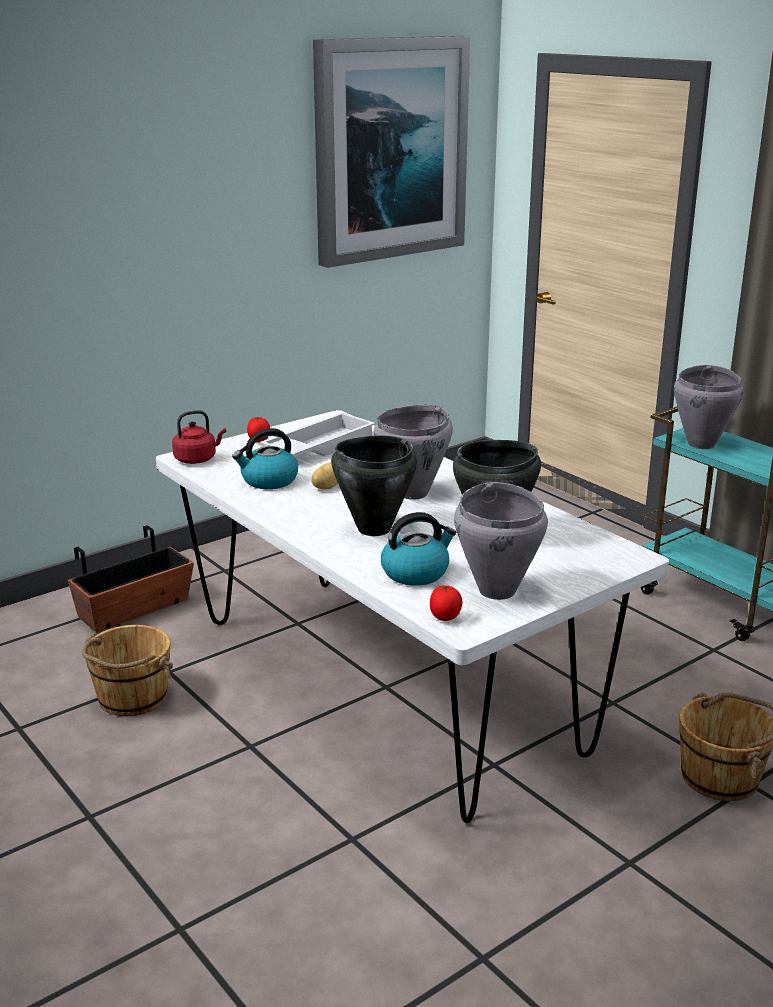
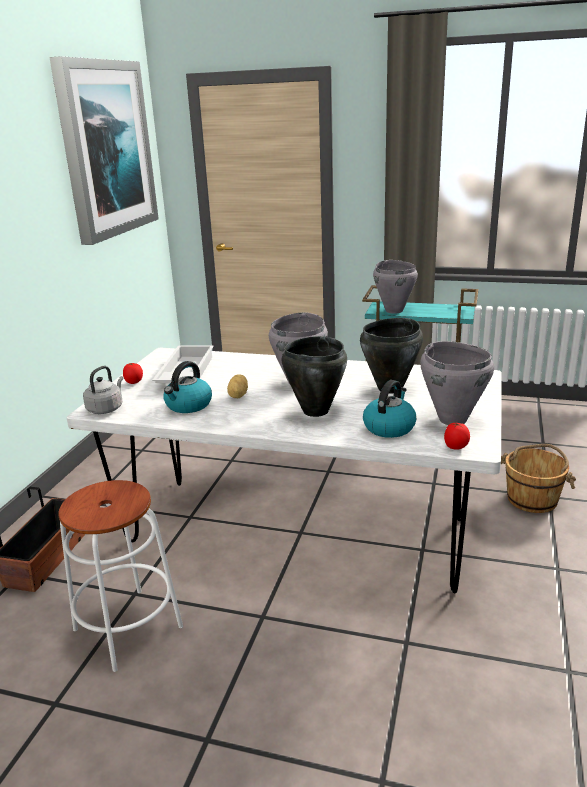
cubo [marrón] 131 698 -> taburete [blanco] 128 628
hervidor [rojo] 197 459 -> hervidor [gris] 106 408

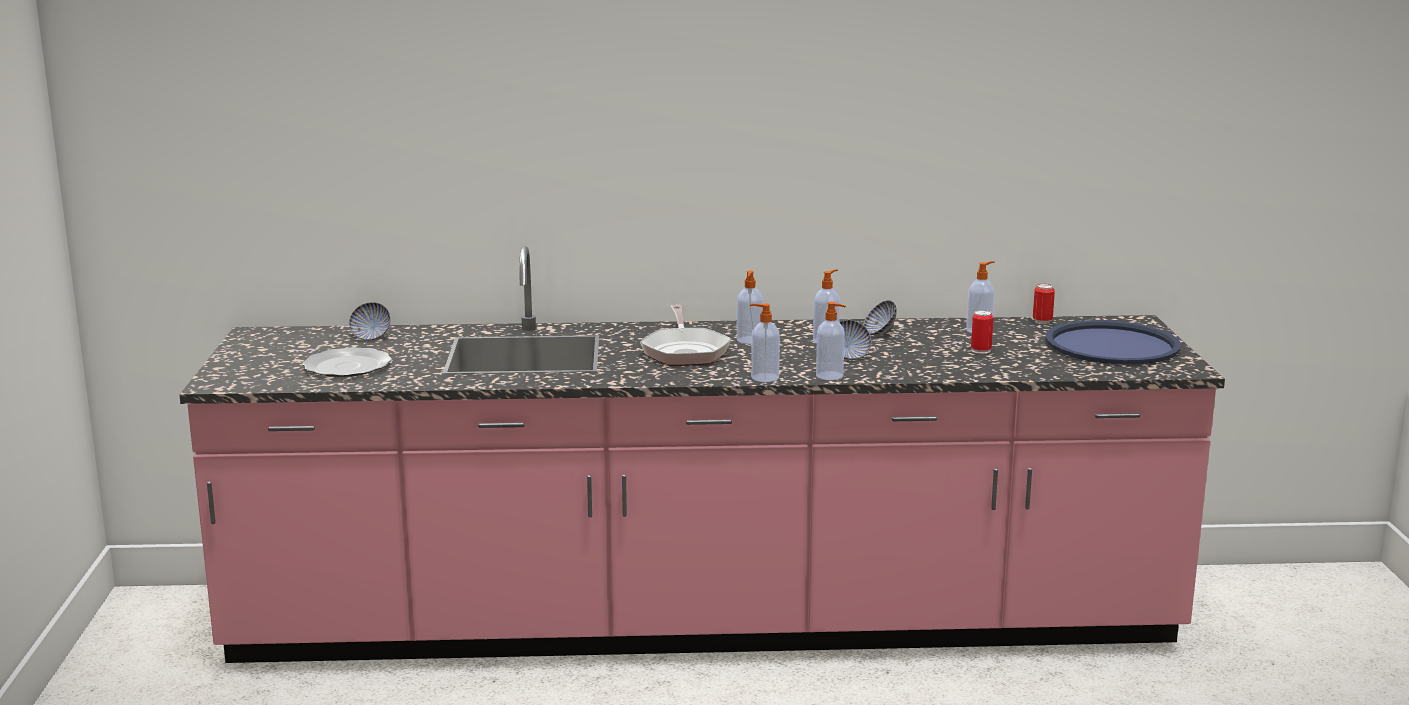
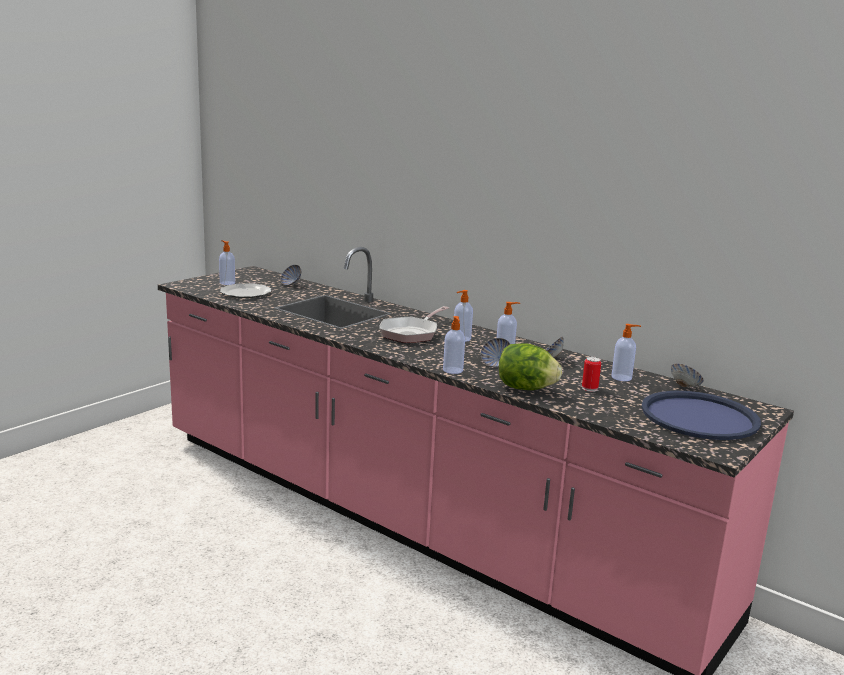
dispensador de jabón 763 378 -> dispensador de jabón 227 283, moved
none -> lechuga 525 388
lata 1042 322 -> cuenco 684 387

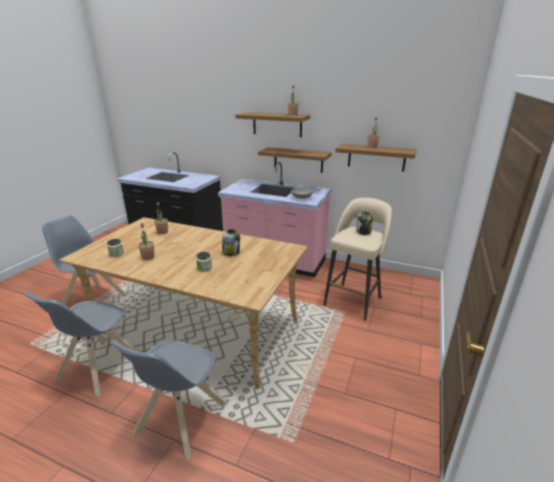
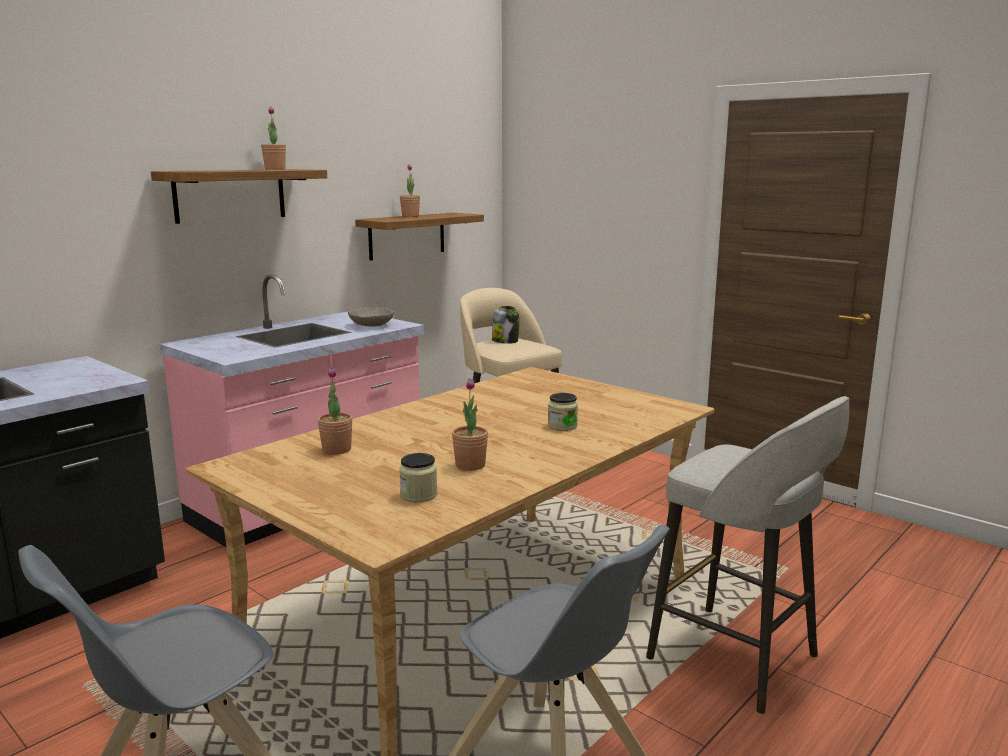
silla [gris] 180 420 -> taburete [gris] 737 659
tarro 231 252 -> none
estante 298 159 -> none

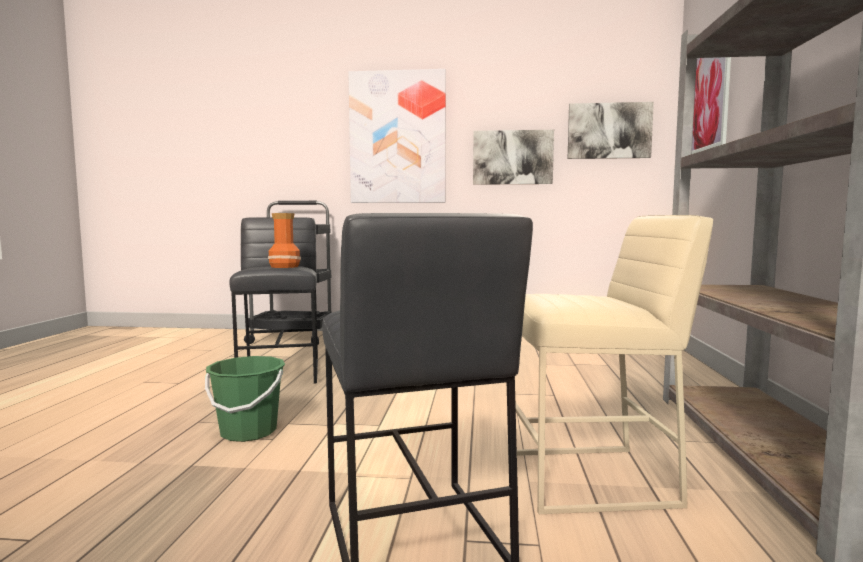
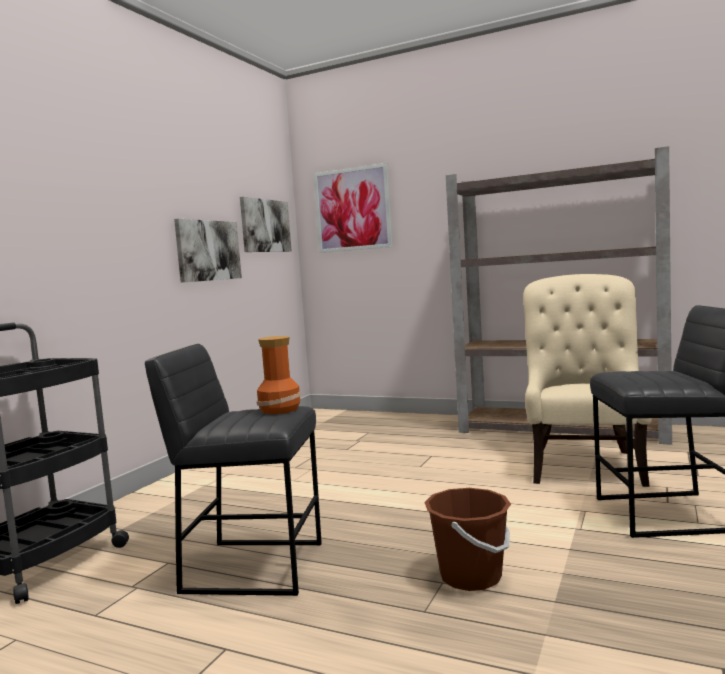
cubo [verde] 248 432 -> cubo [marrón] 471 576
taburete [beis] 591 478 -> silla [beis] 585 466
cuadro 397 138 -> none

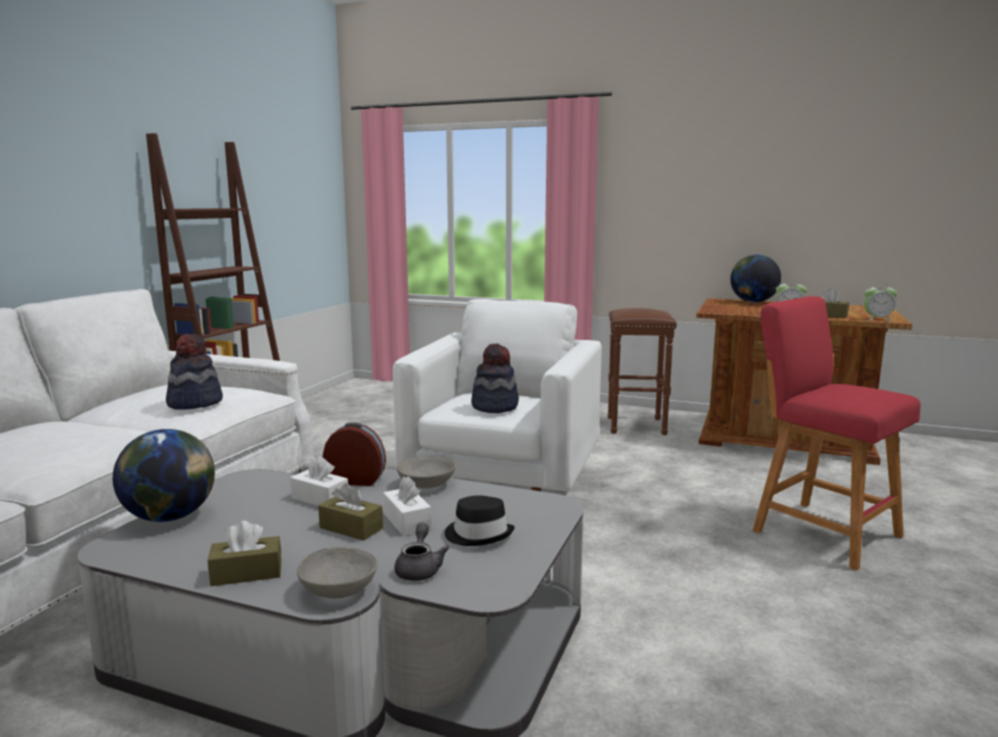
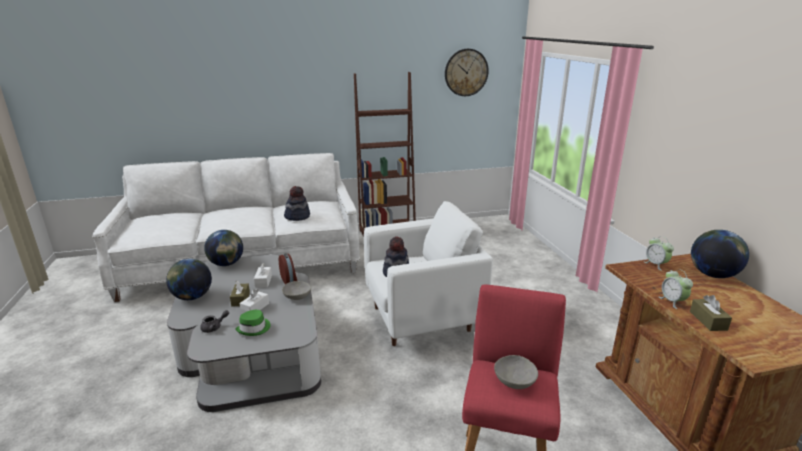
caja de pañuelos [marrón] 247 573 -> globo terráqueo 192 297
sombrero [negro] 478 534 -> sombrero [verde] 254 328
none -> reloj de pared 466 72
cuenco [gris] 338 591 -> cuenco [gris] 514 381, moved
despertador 877 319 -> despertador 656 265, moved
taburete [marrón] 637 425 -> none

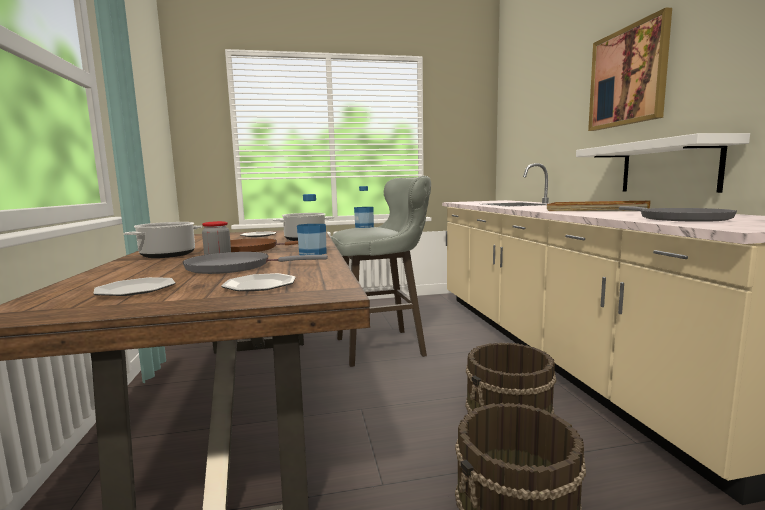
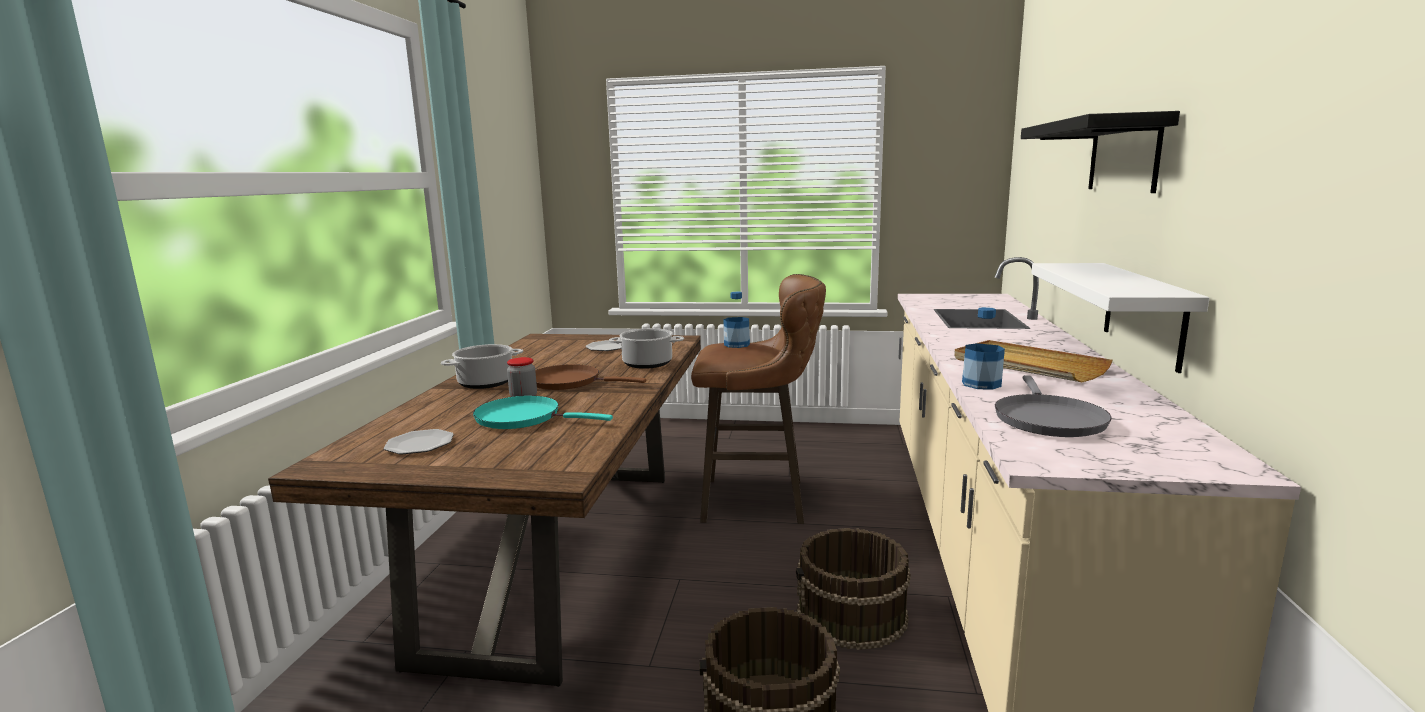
sartén [gris] 234 267 -> sartén [turquesa] 523 418
taburete [gris] 384 346 -> taburete [marrón] 759 500
botella 312 253 -> botella 981 384, moved
cuadro 628 77 -> estante [negro] 1123 155
plato 260 285 -> none

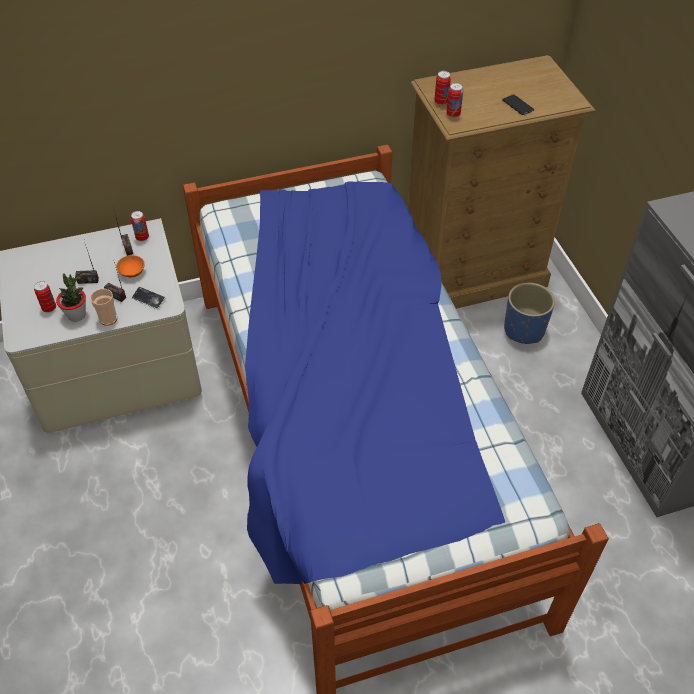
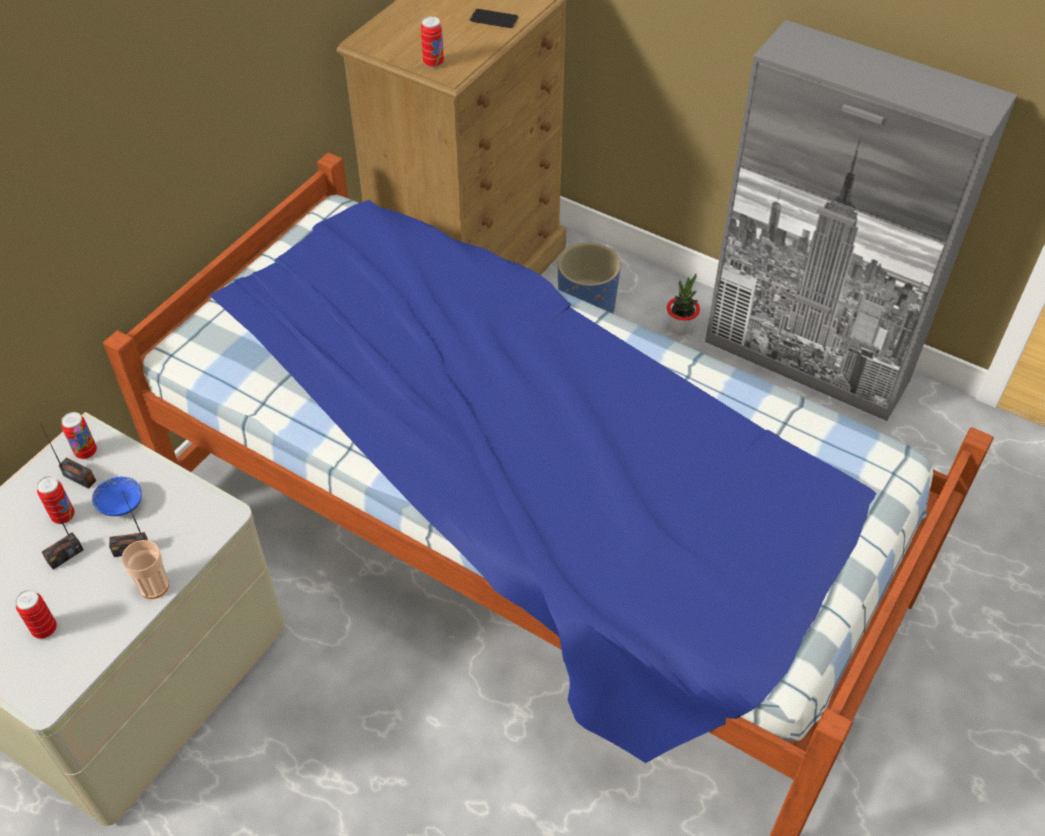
lata 441 102 -> lata 63 516, moved
cuenco [naranja] 132 272 -> cuenco [azul] 121 505
planta en maceta 77 315 -> planta en maceta 680 327, moved
móvil 148 299 -> none

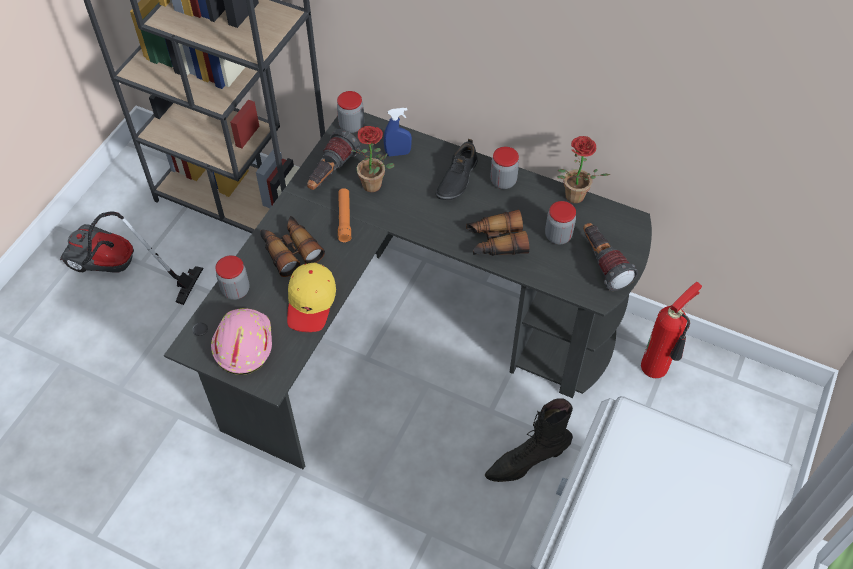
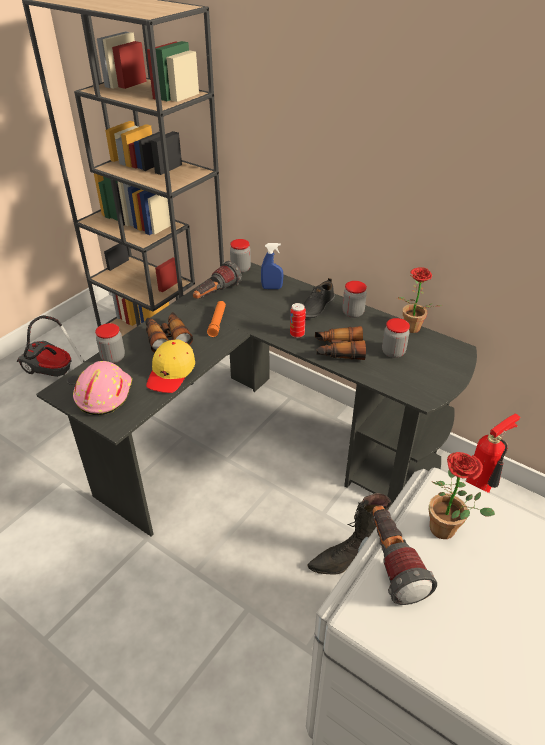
none -> lata 297 334
linterna 602 263 -> linterna 392 562, moved
planta en maceta 376 186 -> planta en maceta 448 531, moved

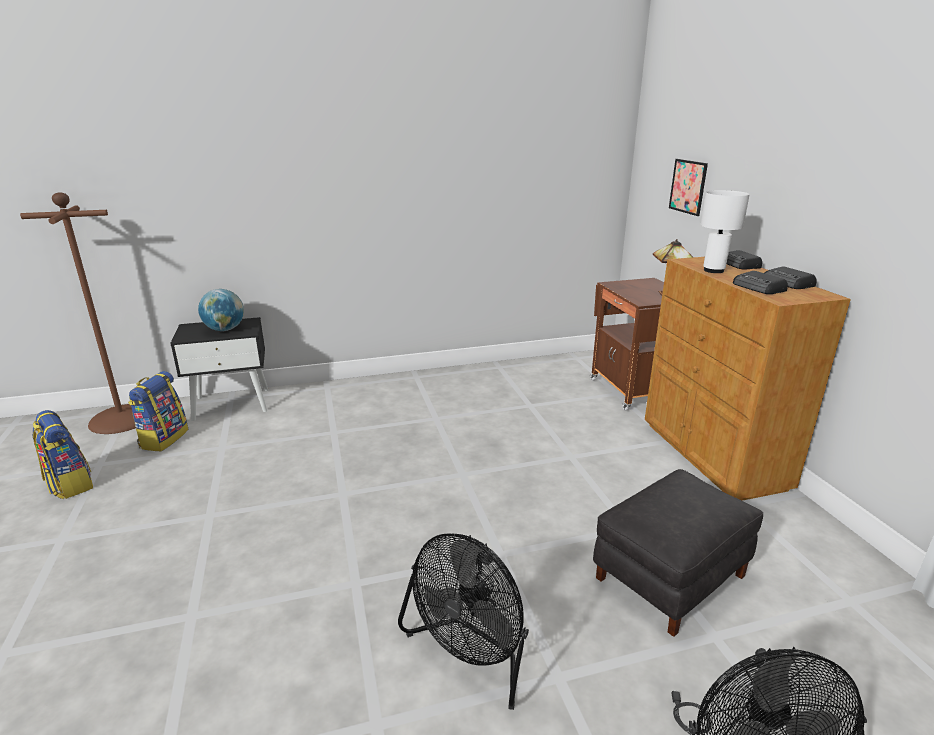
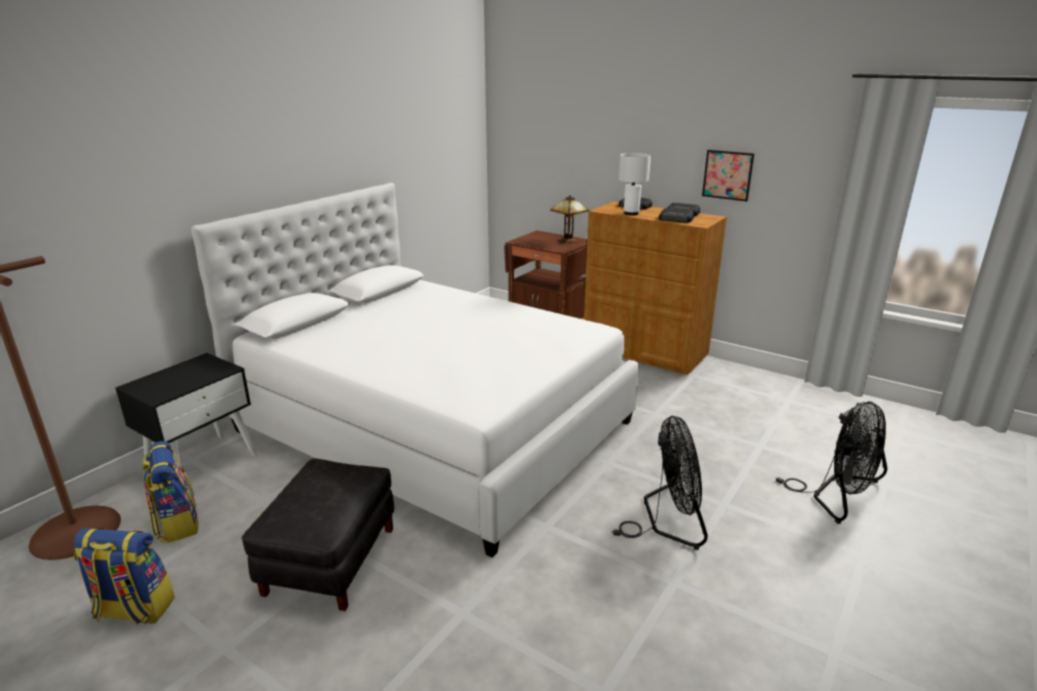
none -> cama [blanco] 435 426
puf [negro] 669 576 -> puf [negro] 330 560, moved
ventilador [negro] 469 648 -> ventilador [negro] 664 518, 90 degrees counterclockwise
cuadro 688 186 -> cuadro 727 175, moved
globo terráqueo 225 329 -> none

